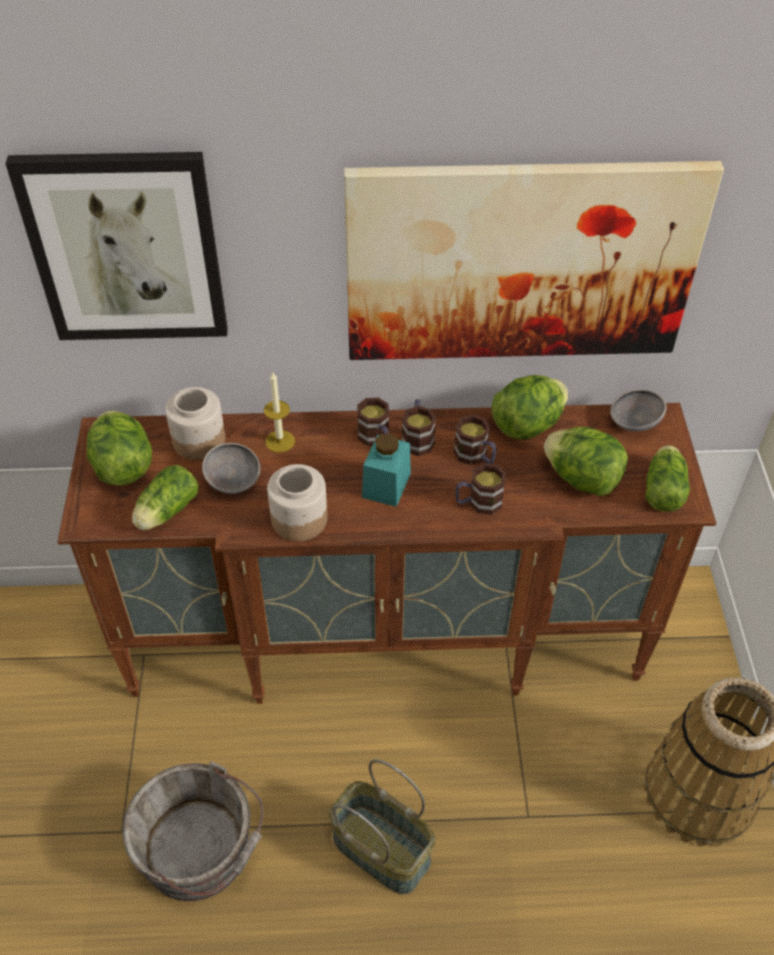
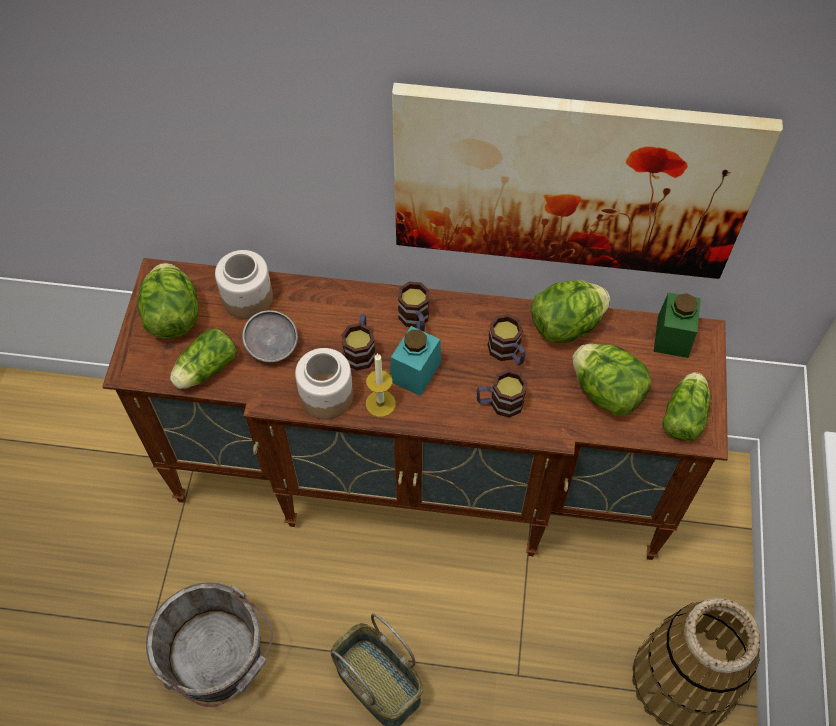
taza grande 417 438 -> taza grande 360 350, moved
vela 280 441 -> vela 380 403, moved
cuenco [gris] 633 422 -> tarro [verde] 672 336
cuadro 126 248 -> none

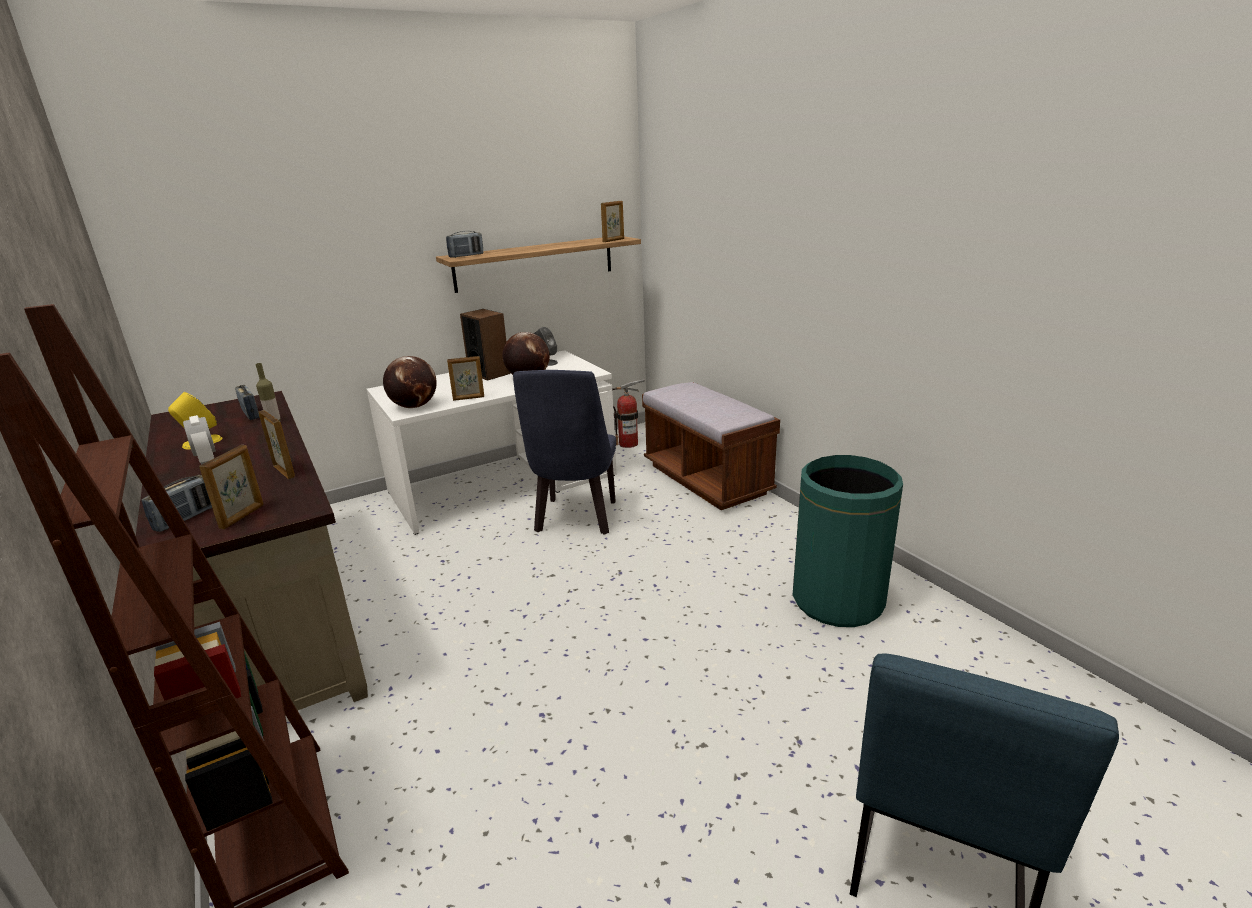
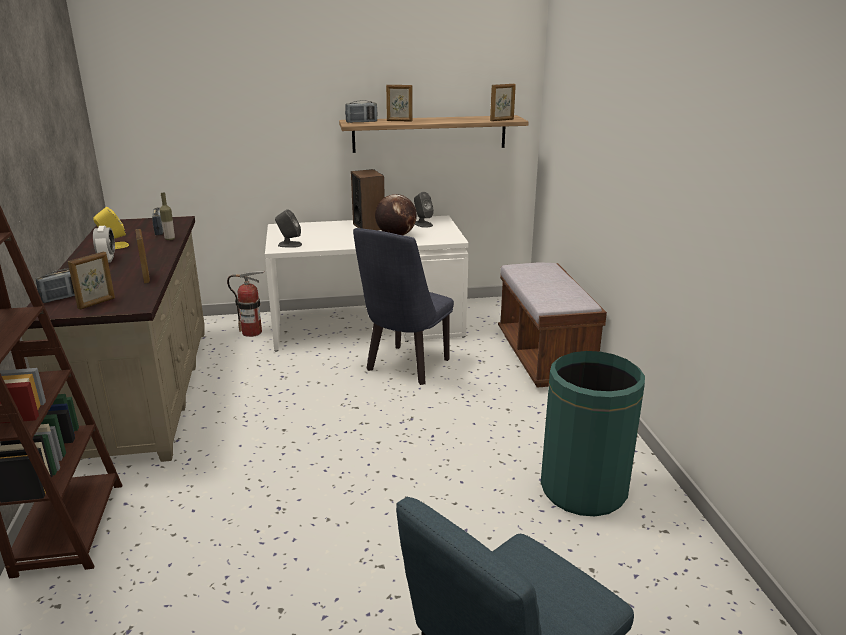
extintor 628 443 -> extintor 252 332, moved
globo terráqueo 414 406 -> altavoz [gris] 289 244
portarretratos 468 398 -> portarretratos 399 121, moved

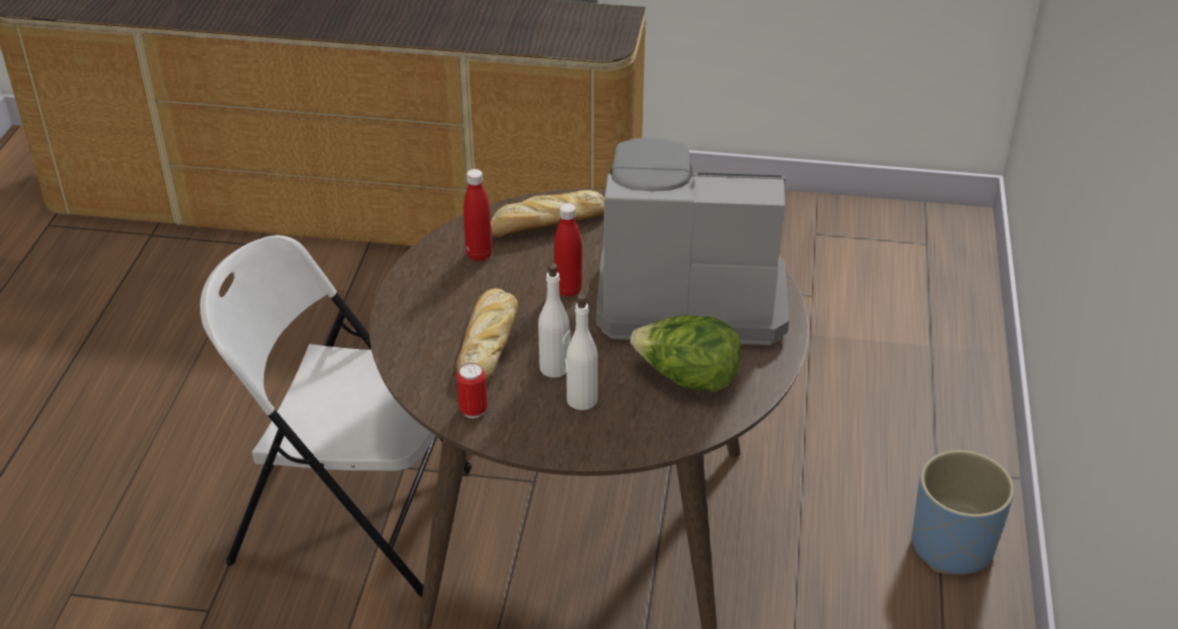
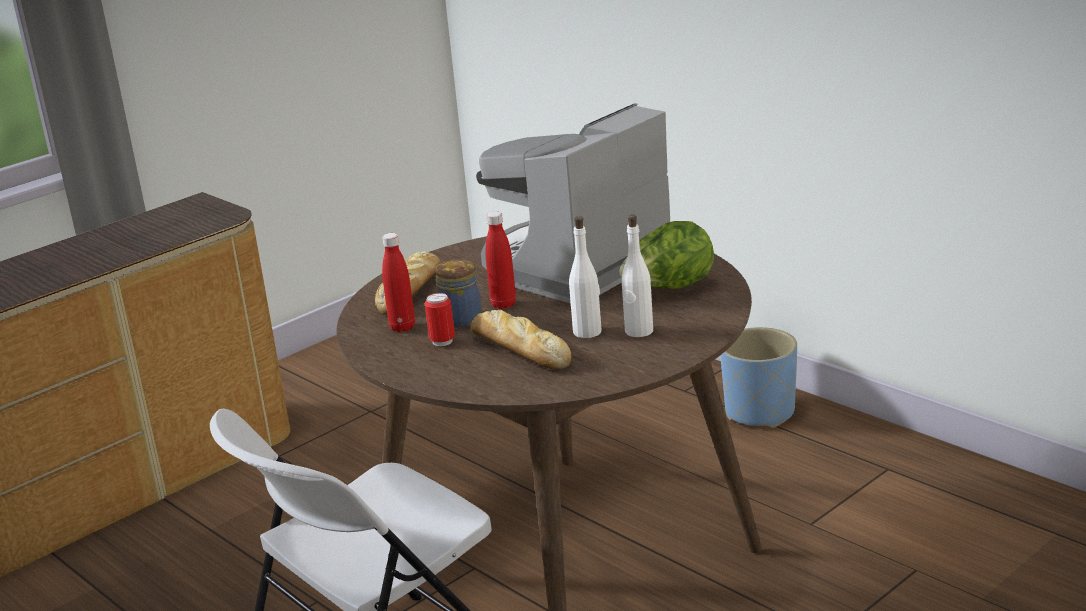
lata 473 410 -> lata 442 341, moved
none -> tarro 461 318

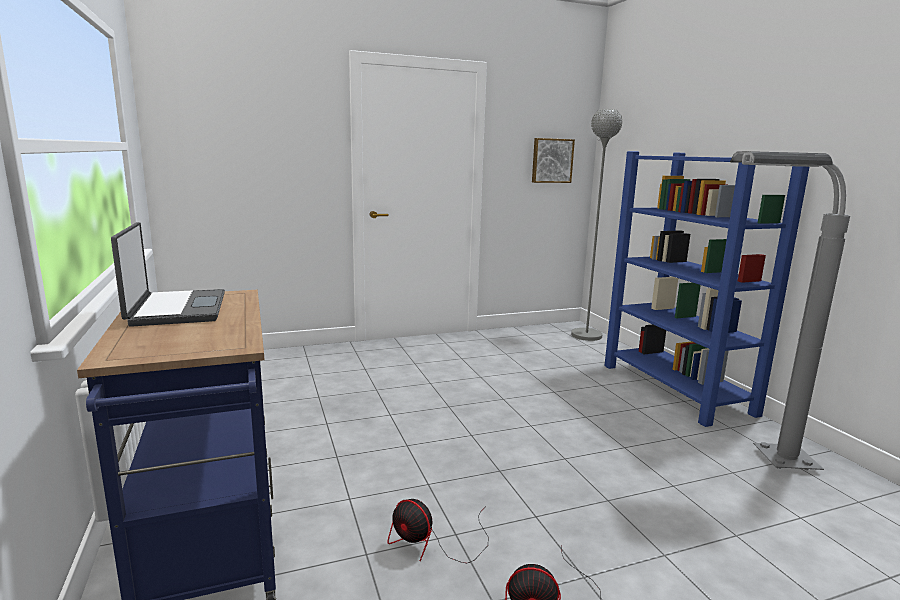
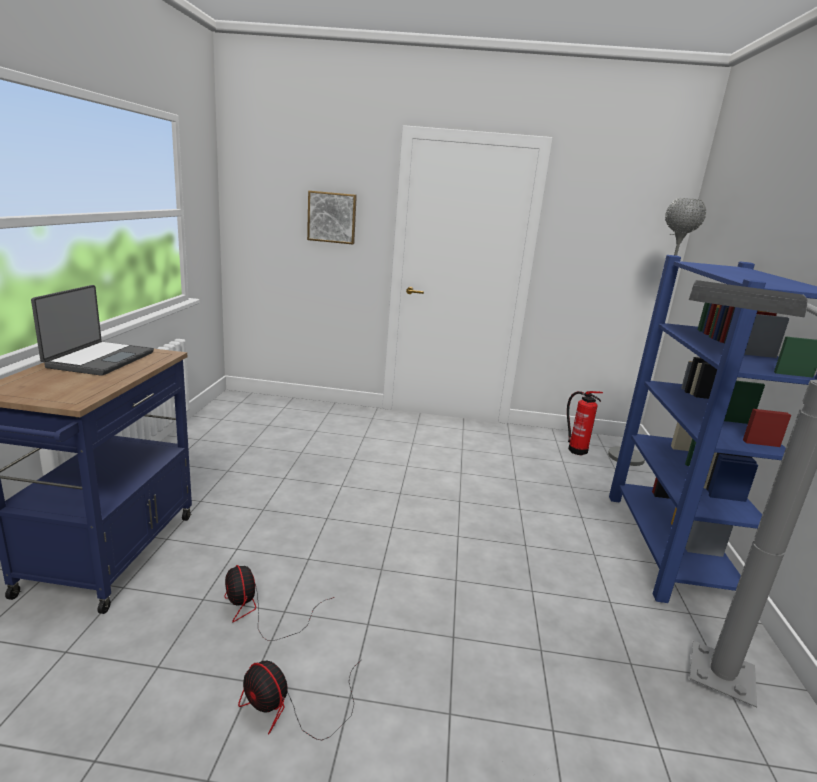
cuadro 551 160 -> cuadro 332 217, moved
none -> extintor 576 450

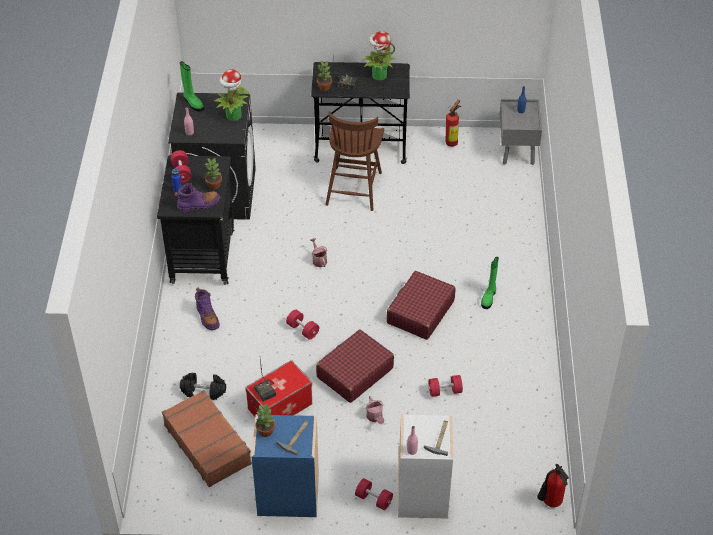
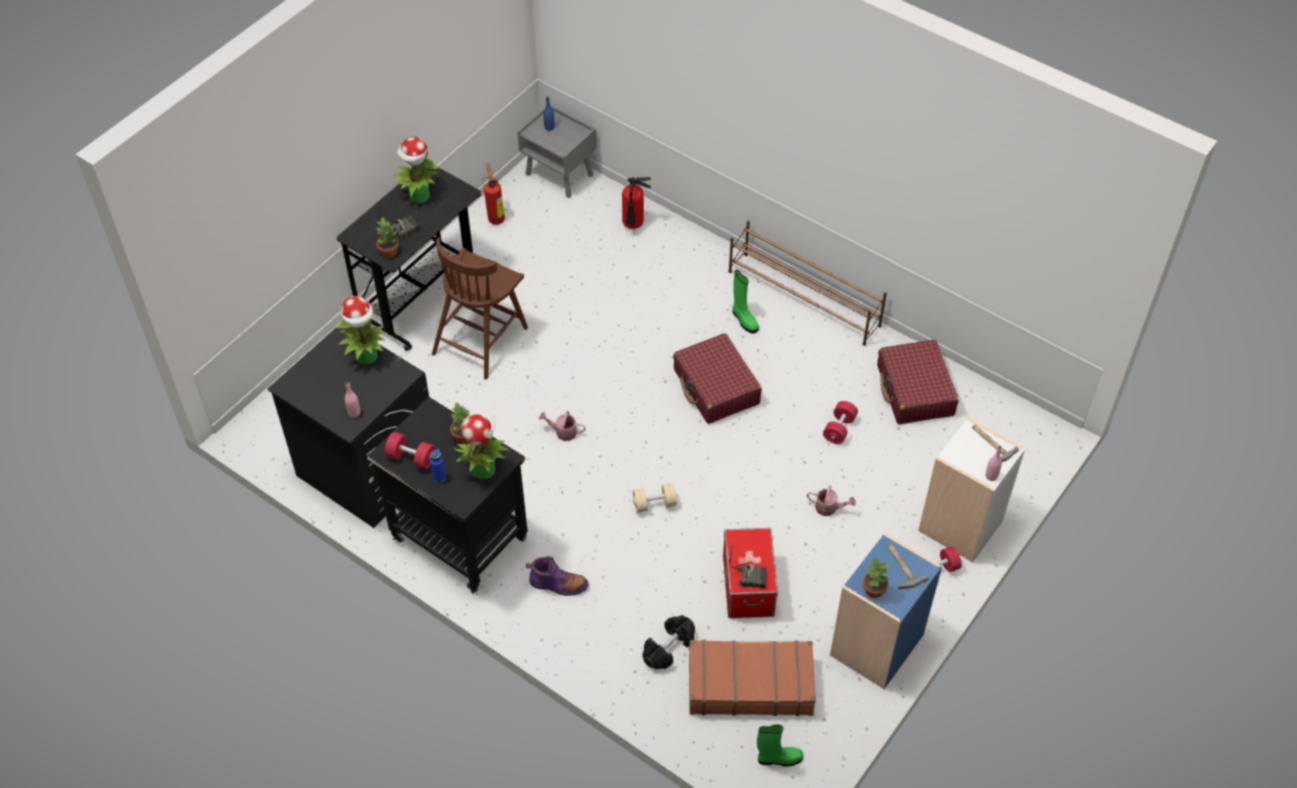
silla [marrón] 354 187 -> silla [marrón] 481 339, 75 degrees clockwise
bota [morado] 199 204 -> planta en maceta 483 468
extintor 550 503 -> extintor 633 226, moved
mancuerna [rojo] 303 330 -> mancuerna [beis] 654 504
none -> zapatero [marrón] 804 299
bota [verde] 193 103 -> bota [verde] 778 758, moved
maleta [rojo] 354 373 -> maleta [rojo] 914 391, moved

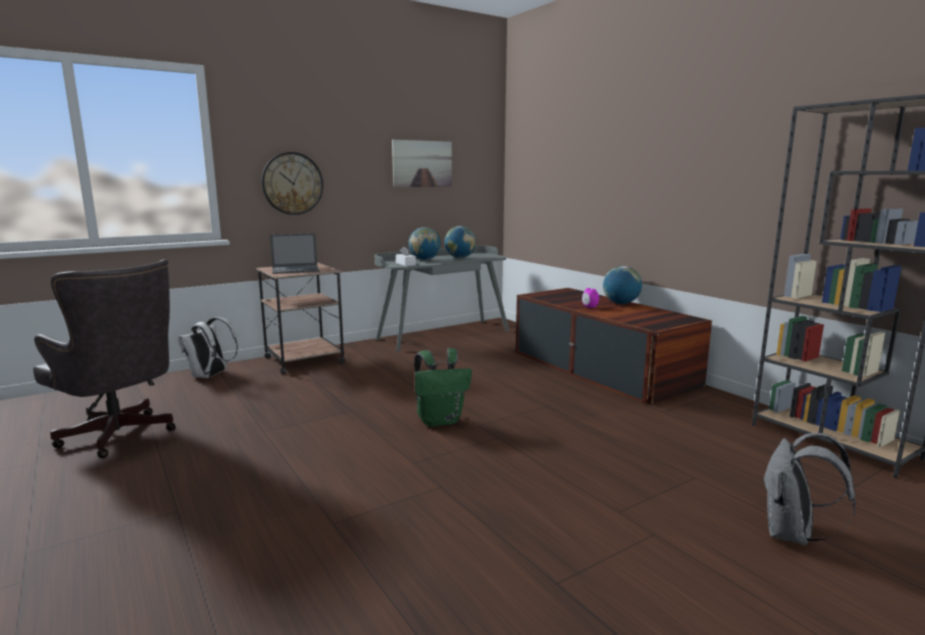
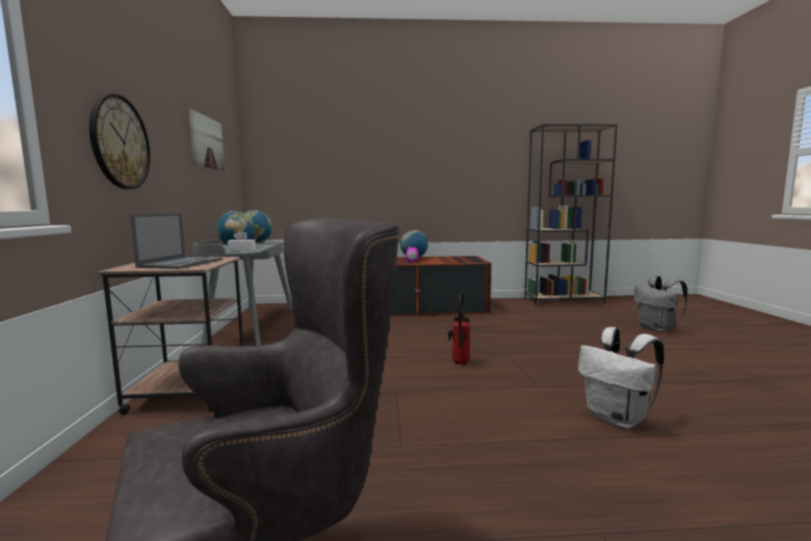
mochila [verde] 440 420 -> extintor 459 363
mochila [blanco] 210 376 -> mochila [blanco] 617 419, moved

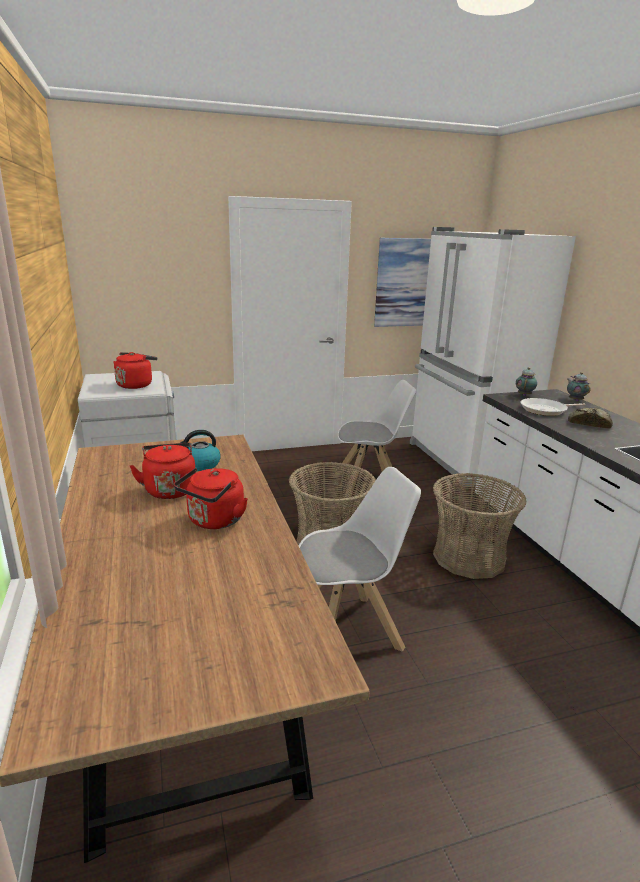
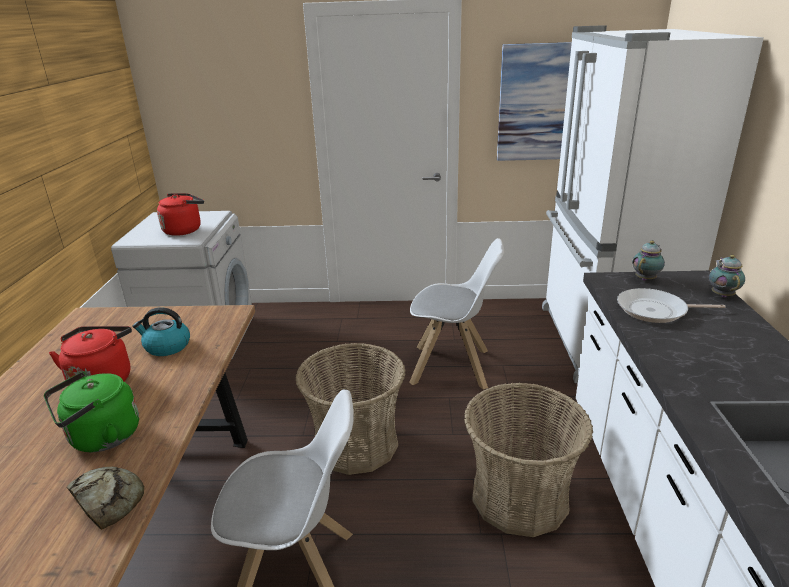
hervidor [rojo] 214 521 -> hervidor [verde] 101 438
pan 588 423 -> pan 107 500, moved

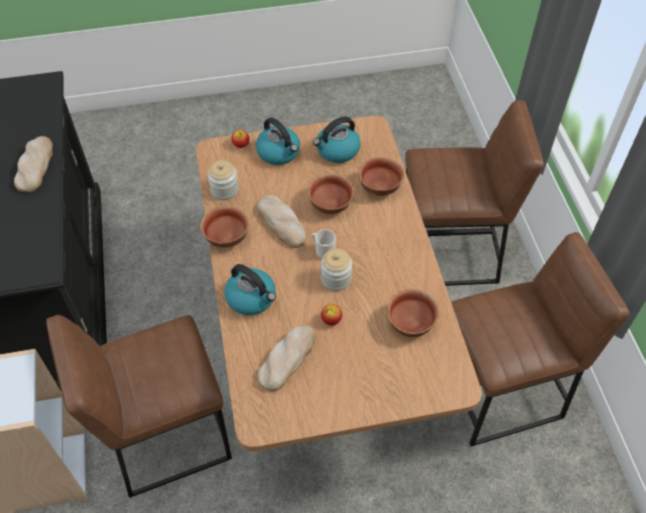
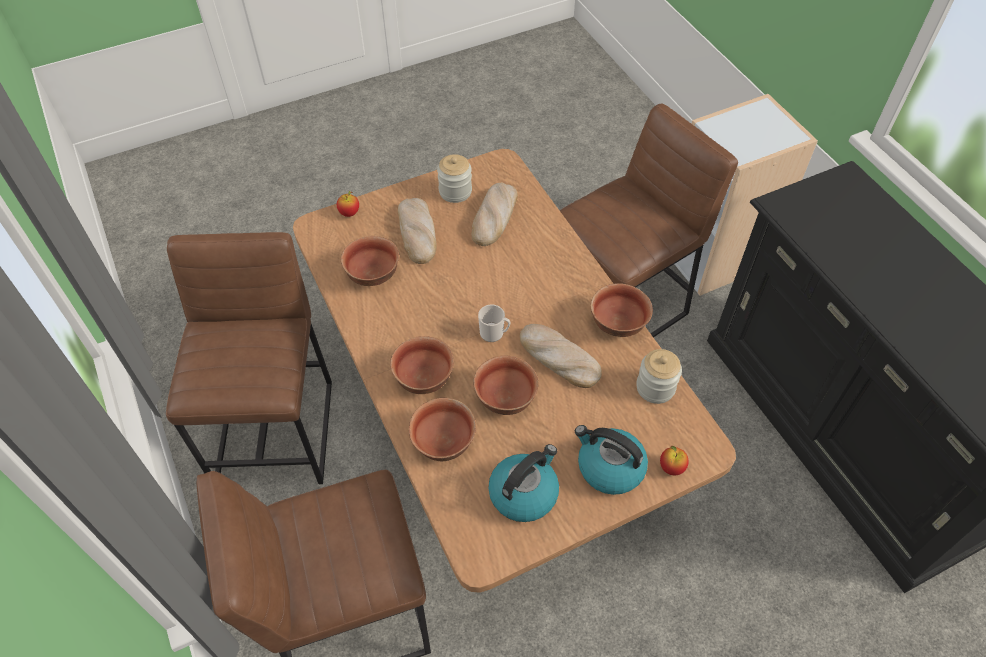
silla [marrón] 500 391 -> silla [marrón] 275 430, 120 degrees clockwise
manzana 331 320 -> manzana 349 213, moved
none -> cuenco 423 378
pan 35 166 -> pan 417 233, moved
tarro 336 279 -> tarro 455 191, moved
hervidor 252 298 -> none

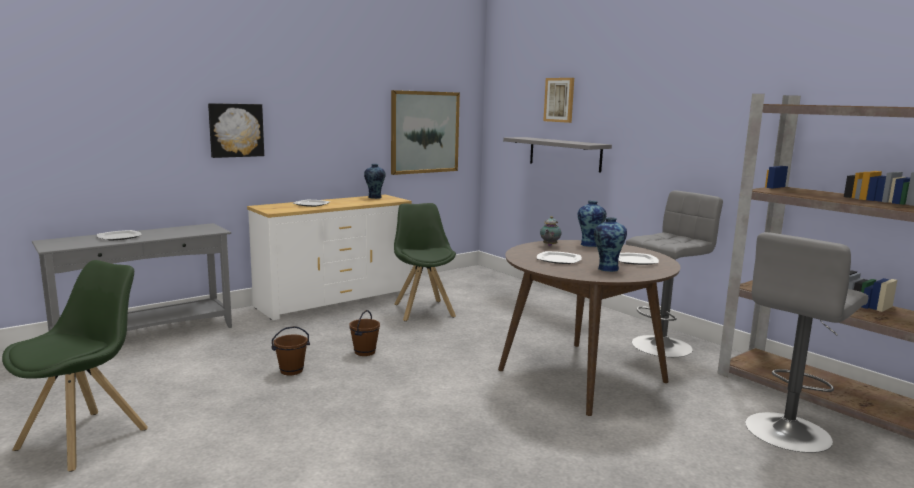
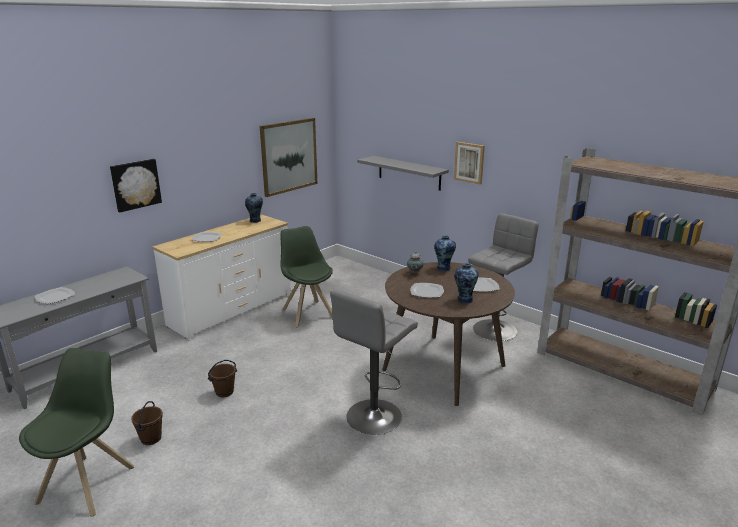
cubo [marrón] 364 352 -> cubo [marrón] 150 438, moved
taburete [gris] 786 432 -> taburete [gris] 373 417, moved
cuadro 559 100 -> cuadro 469 162, moved

